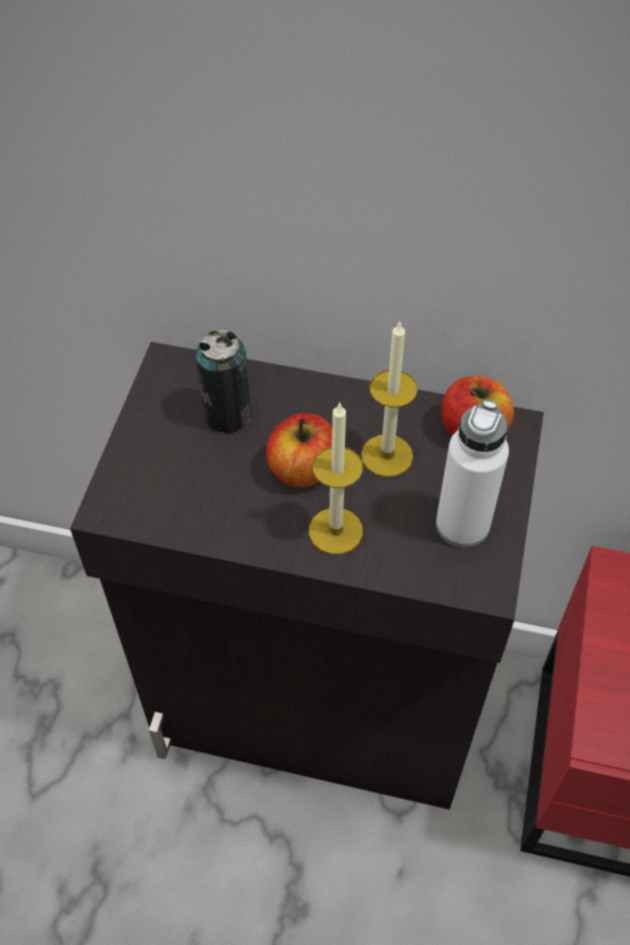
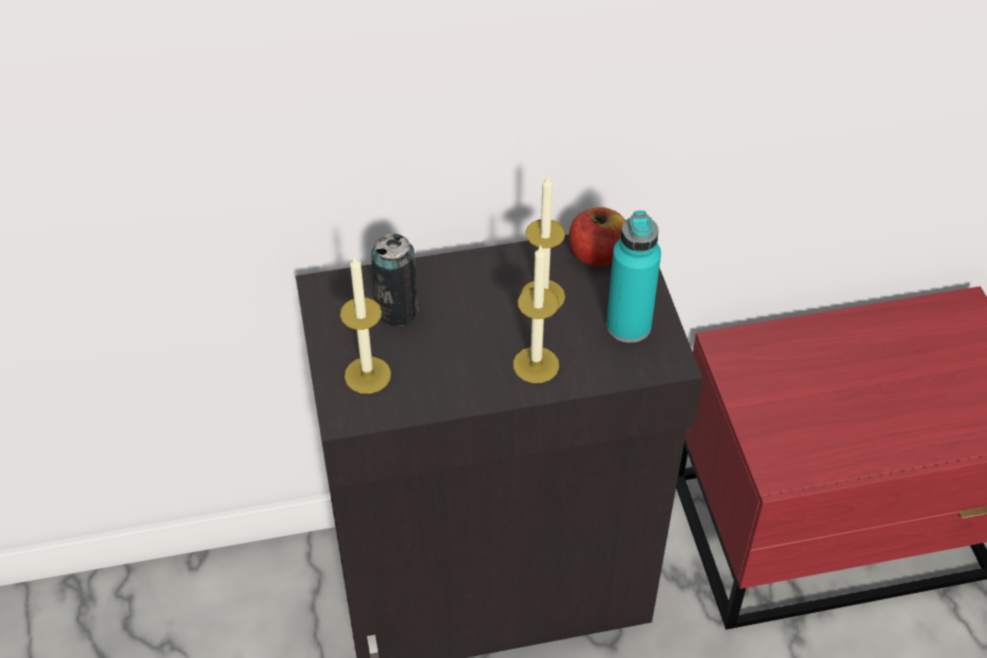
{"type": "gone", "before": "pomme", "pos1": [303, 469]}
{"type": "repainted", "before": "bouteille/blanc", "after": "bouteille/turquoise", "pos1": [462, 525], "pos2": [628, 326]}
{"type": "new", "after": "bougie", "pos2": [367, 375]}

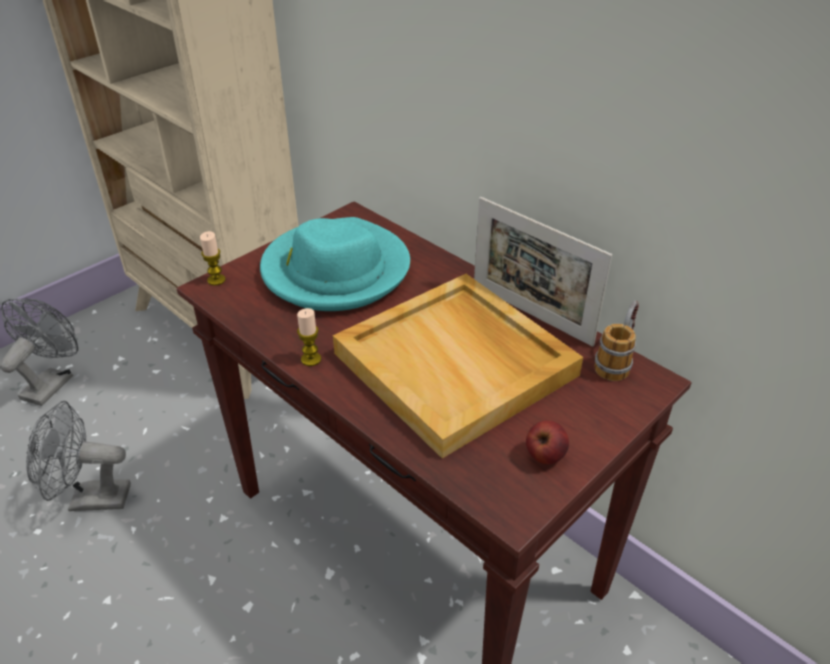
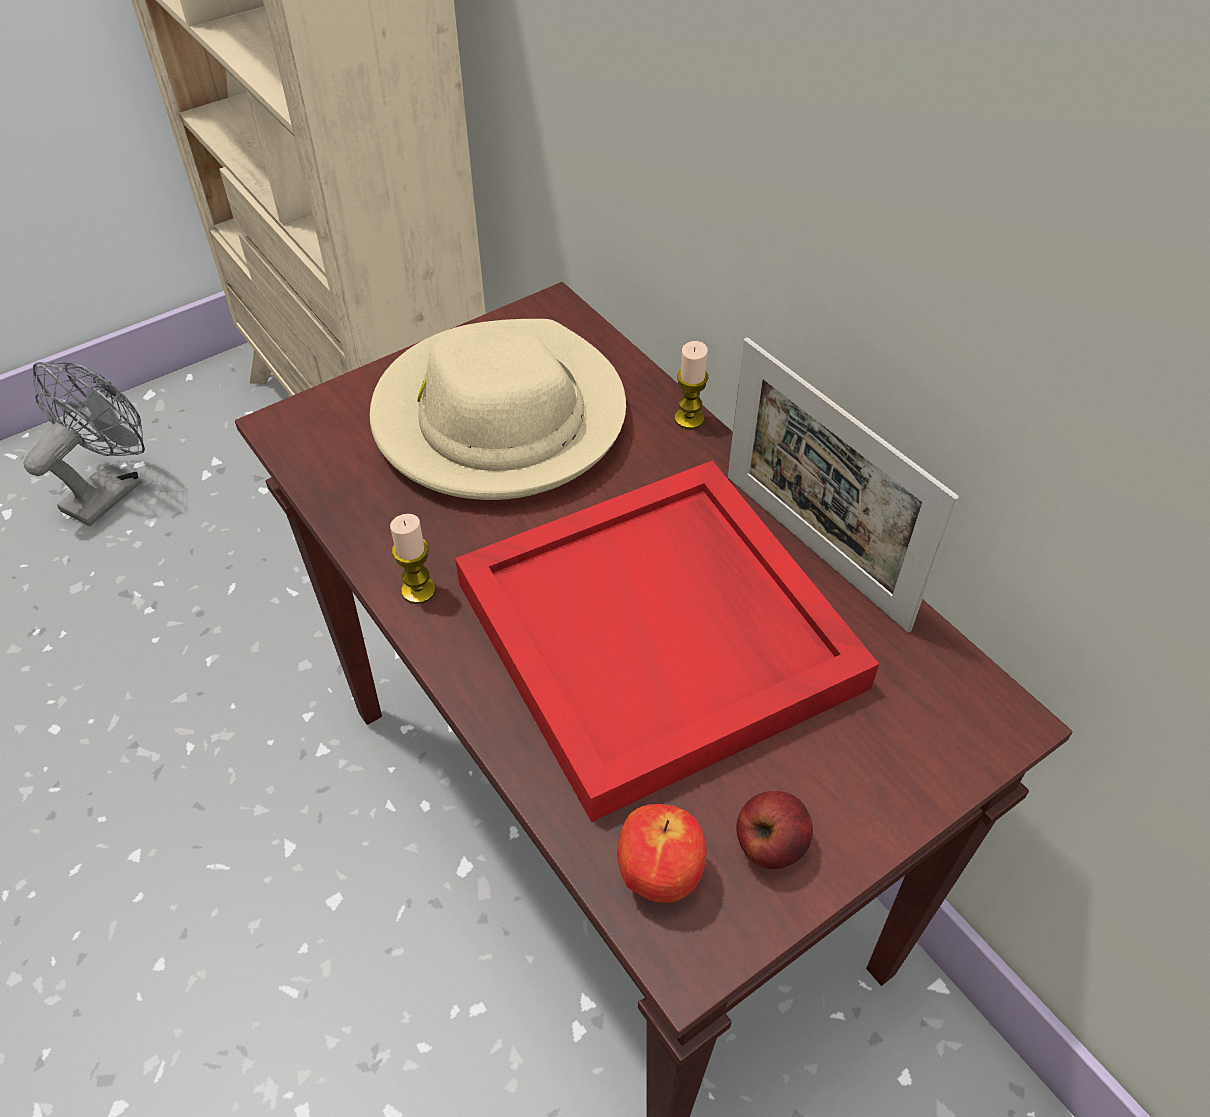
{"type": "gone", "before": "ventilateur/gris", "pos1": [90, 499]}
{"type": "shifted", "before": "bougie", "pos1": [216, 280], "pos2": [689, 419]}
{"type": "repainted", "before": "chapeau/turquoise", "after": "chapeau/beige", "pos1": [335, 270], "pos2": [499, 418]}
{"type": "repainted", "before": "plateau/beige", "after": "plateau/rouge", "pos1": [457, 364], "pos2": [661, 636]}
{"type": "gone", "before": "mug", "pos1": [616, 360]}
{"type": "new", "after": "pomme", "pos2": [658, 875]}

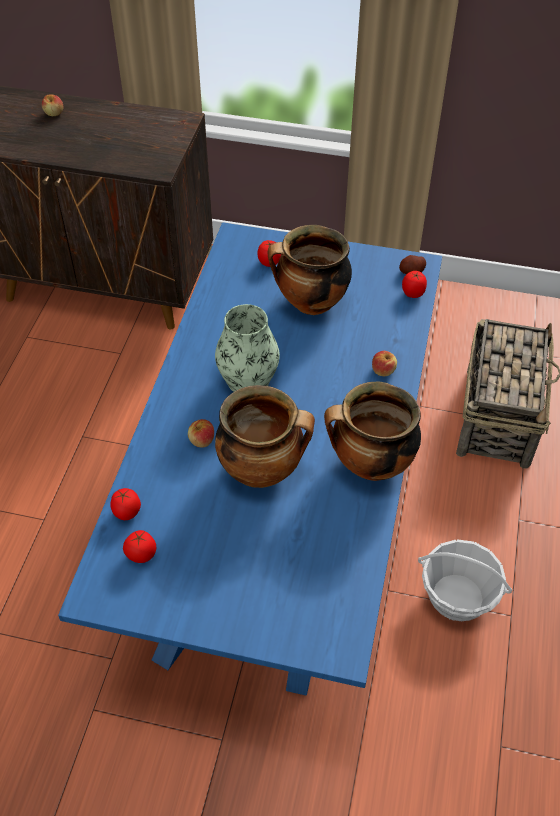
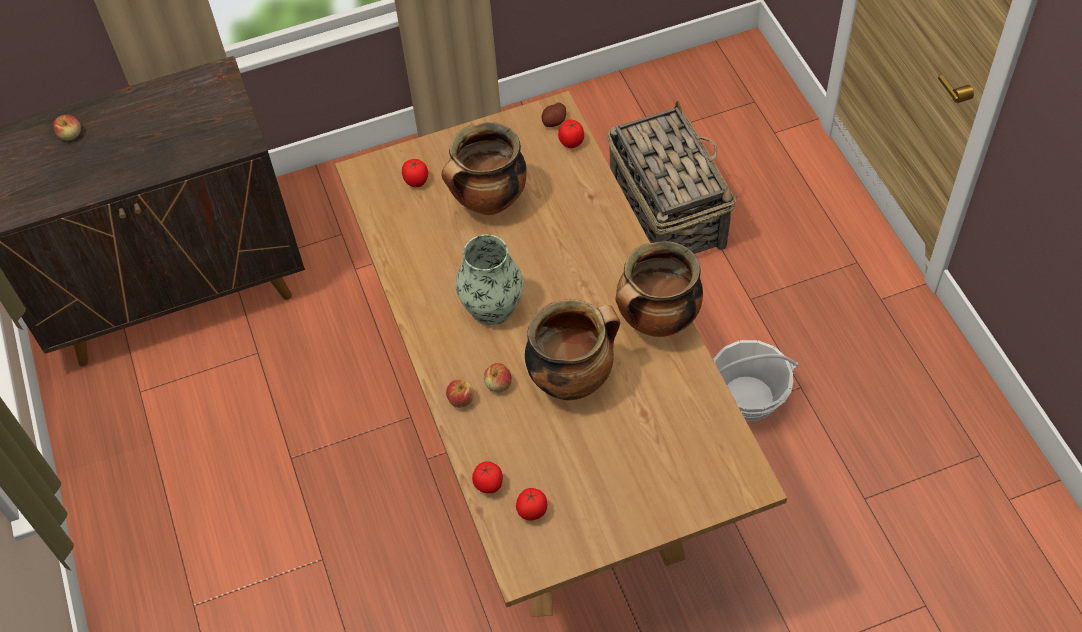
{"type": "repainted", "before": "table à manger/bleu", "after": "table à manger/marron", "pos1": [277, 524], "pos2": [547, 428]}
{"type": "shifted", "before": "pomme", "pos1": [383, 370], "pos2": [461, 399]}

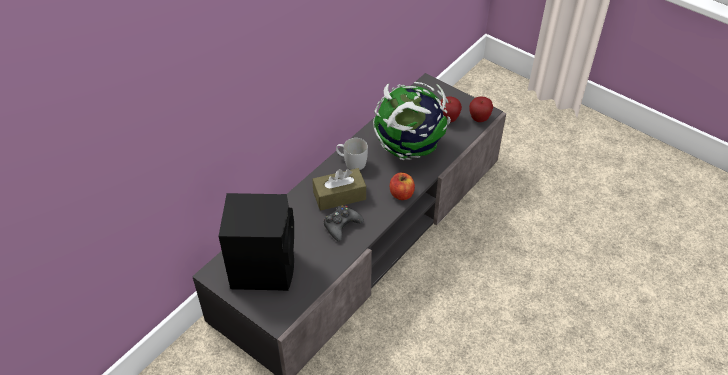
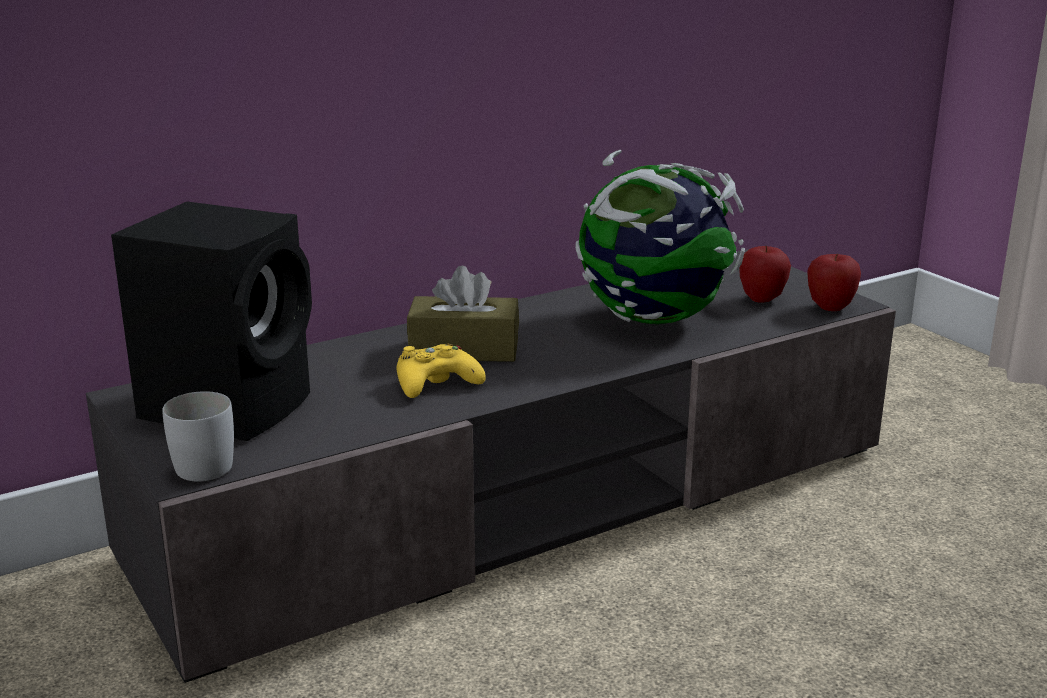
{"type": "repainted", "before": "manette/noir", "after": "manette/jaune", "pos1": [341, 225], "pos2": [436, 383]}
{"type": "shifted", "before": "mug/blanc", "pos1": [351, 162], "pos2": [197, 464]}
{"type": "gone", "before": "pomme", "pos1": [401, 194]}

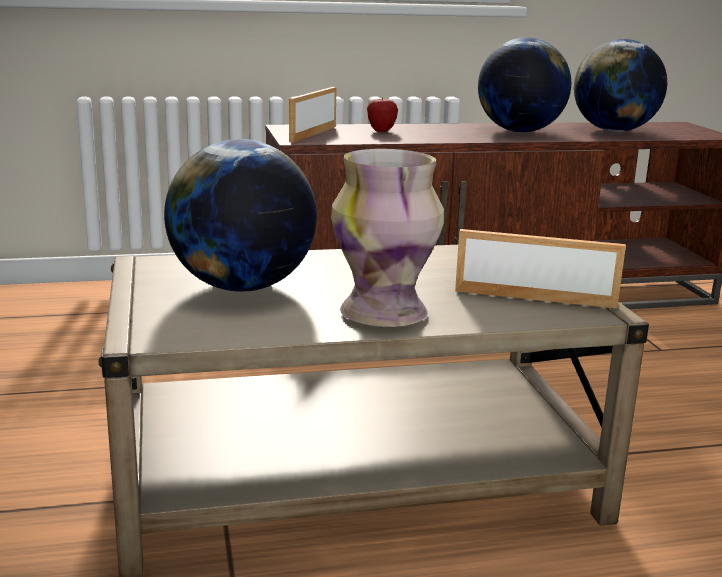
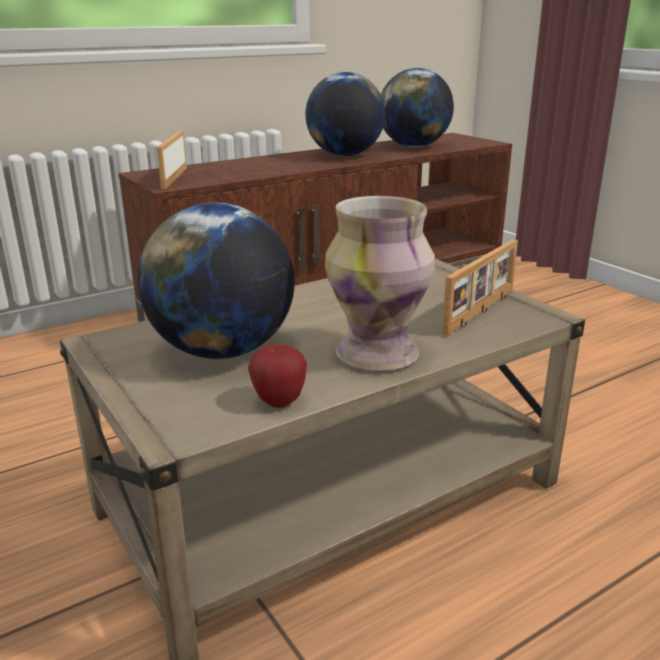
{"type": "shifted", "before": "pomme", "pos1": [381, 131], "pos2": [279, 402]}
{"type": "rotated", "before": "cadre photo", "pos1": [535, 298], "pos2": [481, 311], "turn": 135}

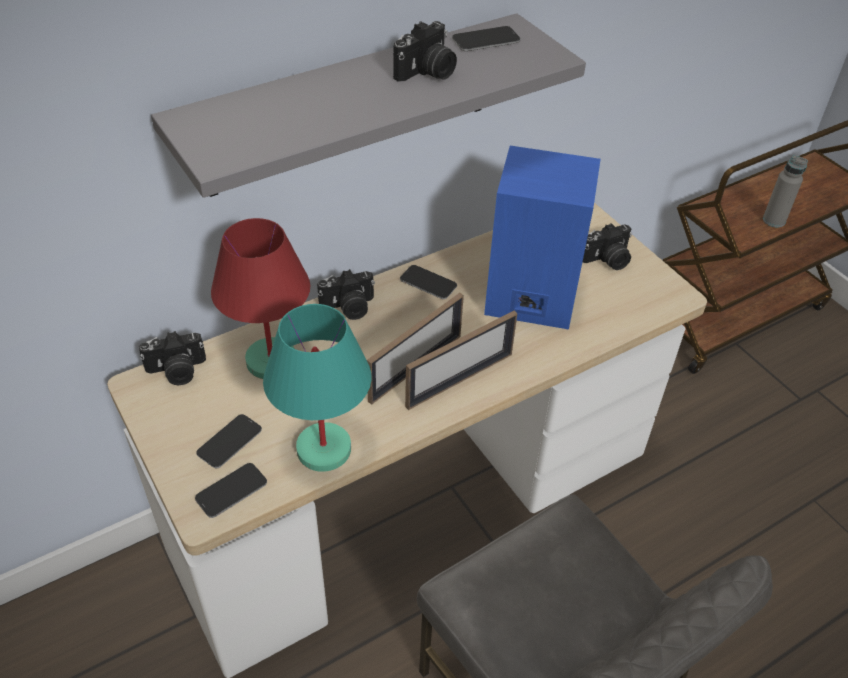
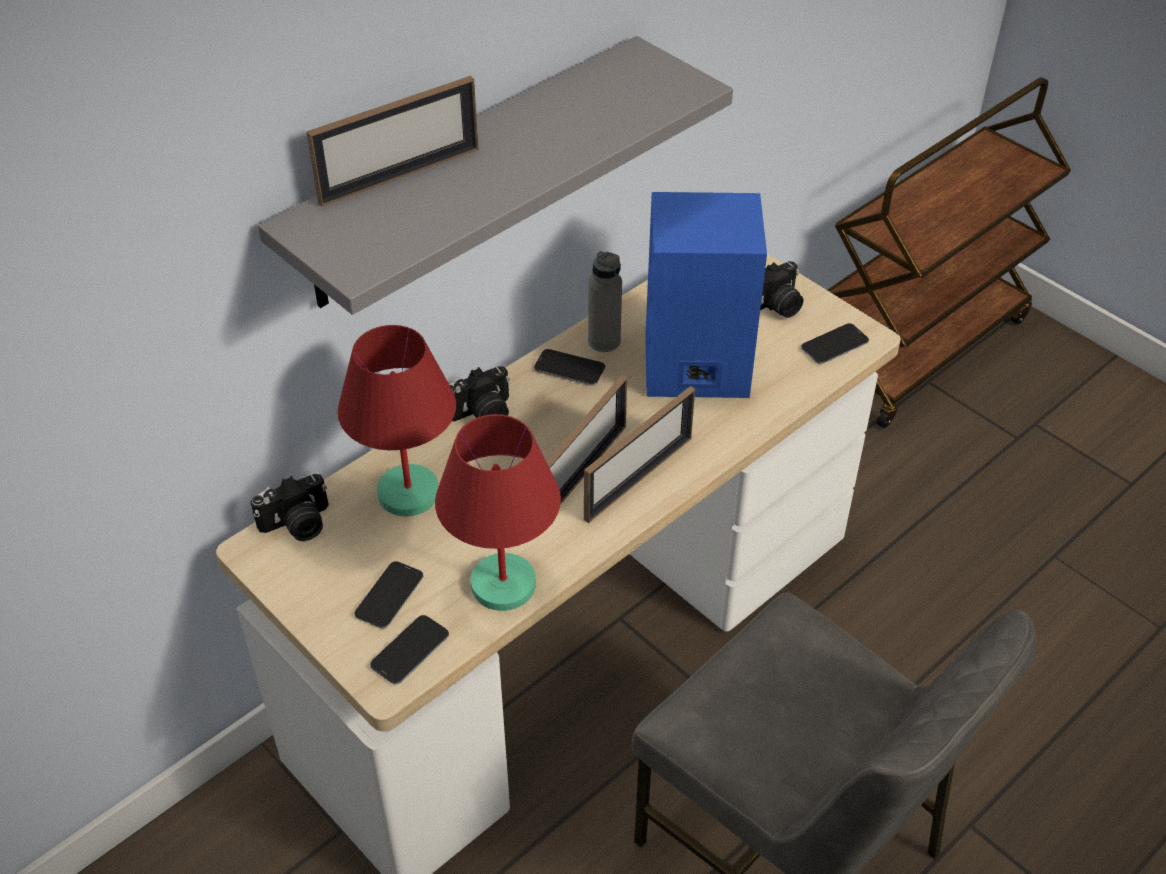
{"type": "repainted", "before": "lampe de table/turquoise", "after": "lampe de table/rouge", "pos1": [323, 448], "pos2": [503, 583]}
{"type": "gone", "before": "appareil photo", "pos1": [427, 73]}
{"type": "shifted", "before": "téléphone", "pos1": [486, 40], "pos2": [834, 345]}
{"type": "shifted", "before": "bouteille/gris", "pos1": [774, 220], "pos2": [604, 341]}
{"type": "new", "after": "cadre photo", "pos2": [400, 175]}

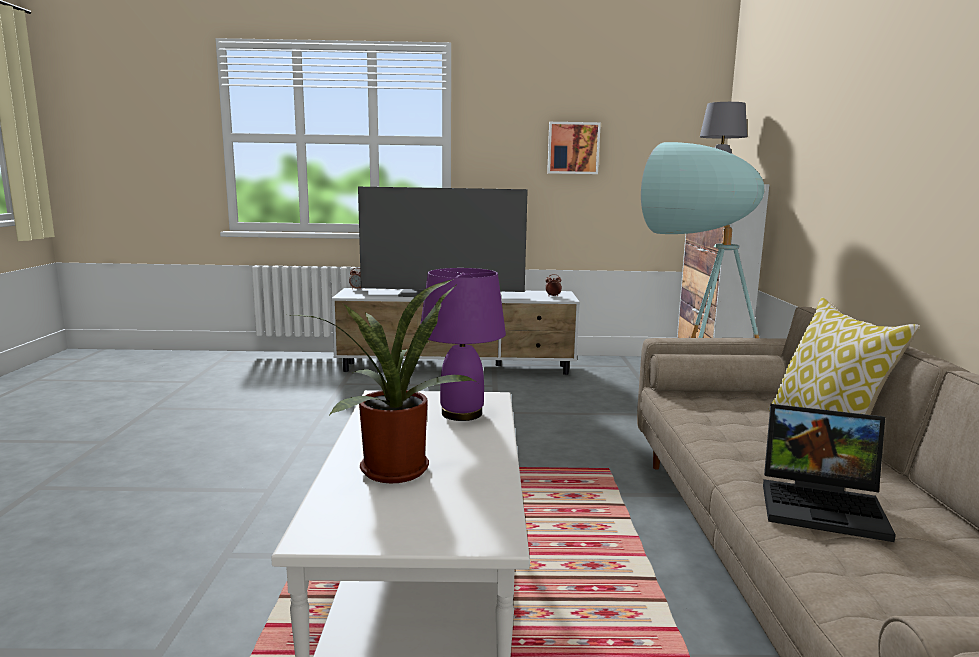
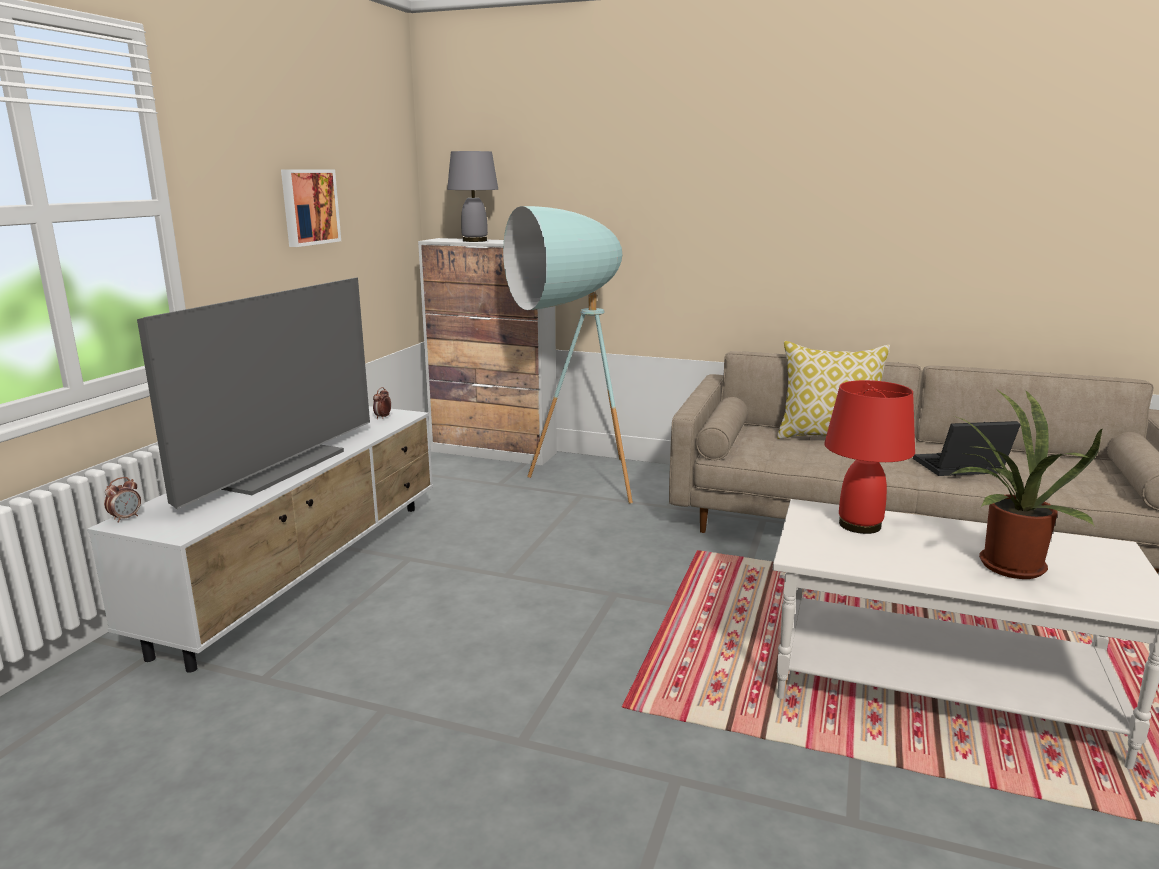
{"type": "repainted", "before": "lampe de table/violet", "after": "lampe de table/rouge", "pos1": [462, 413], "pos2": [859, 525]}
{"type": "rotated", "before": "ordinateur portable", "pos1": [824, 506], "pos2": [959, 468], "turn": -135}

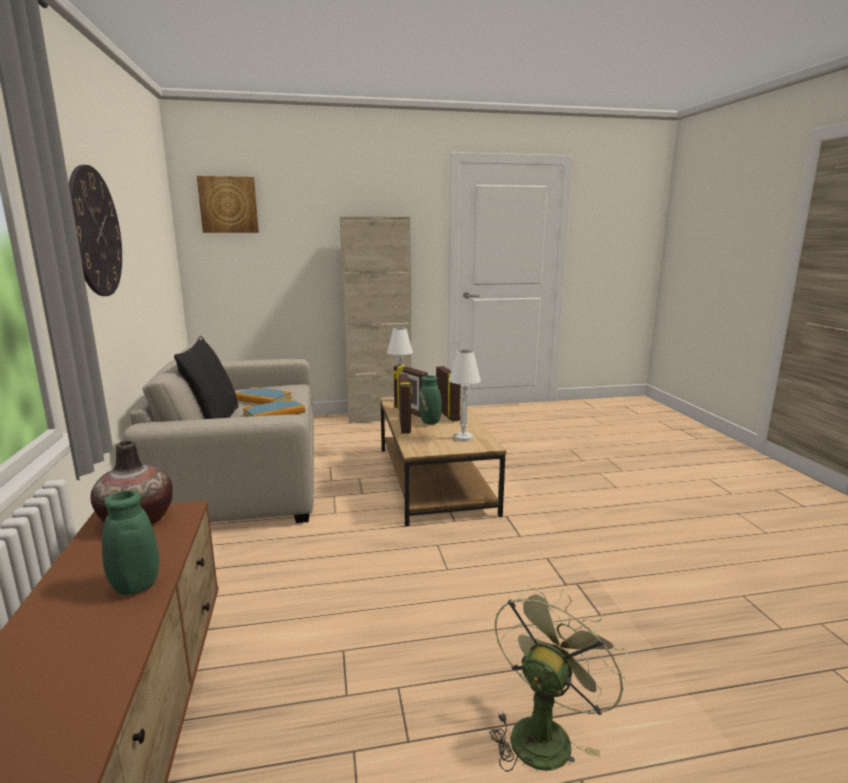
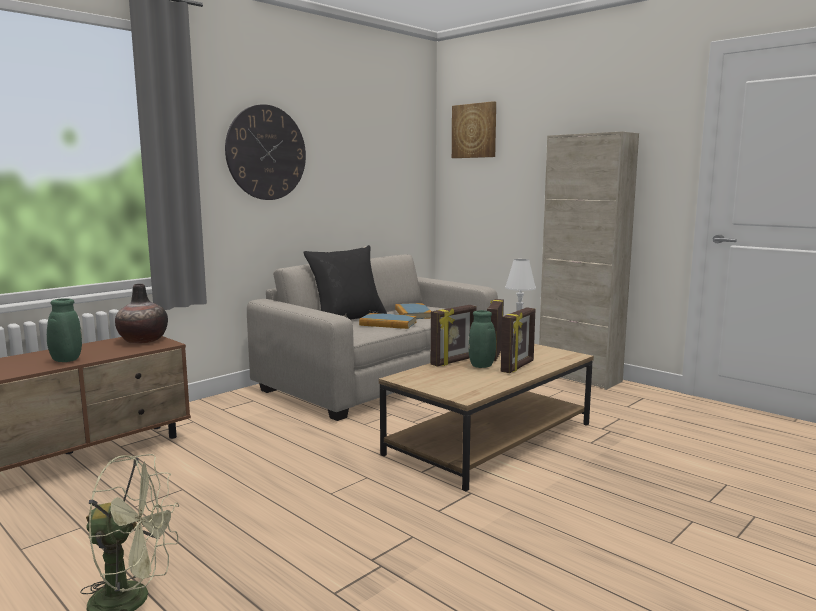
{"type": "gone", "before": "lampe de table/blanc", "pos1": [463, 438]}

